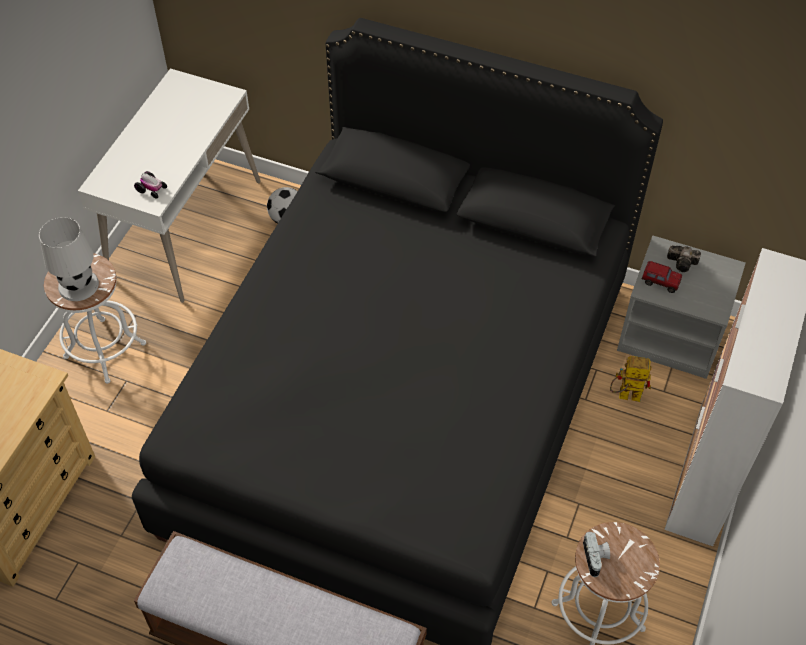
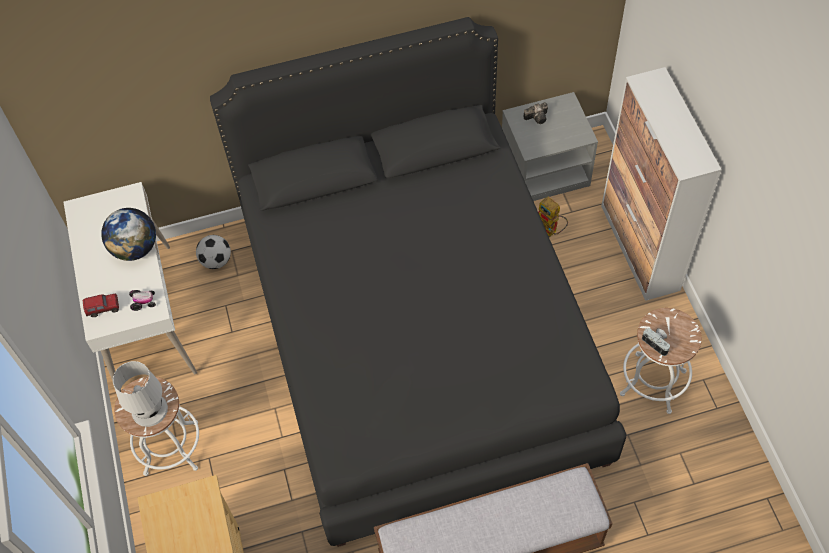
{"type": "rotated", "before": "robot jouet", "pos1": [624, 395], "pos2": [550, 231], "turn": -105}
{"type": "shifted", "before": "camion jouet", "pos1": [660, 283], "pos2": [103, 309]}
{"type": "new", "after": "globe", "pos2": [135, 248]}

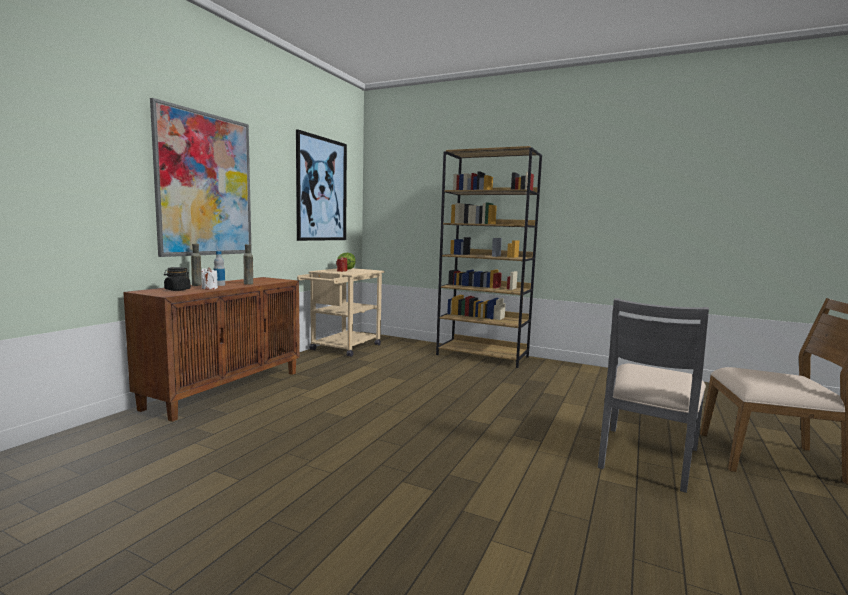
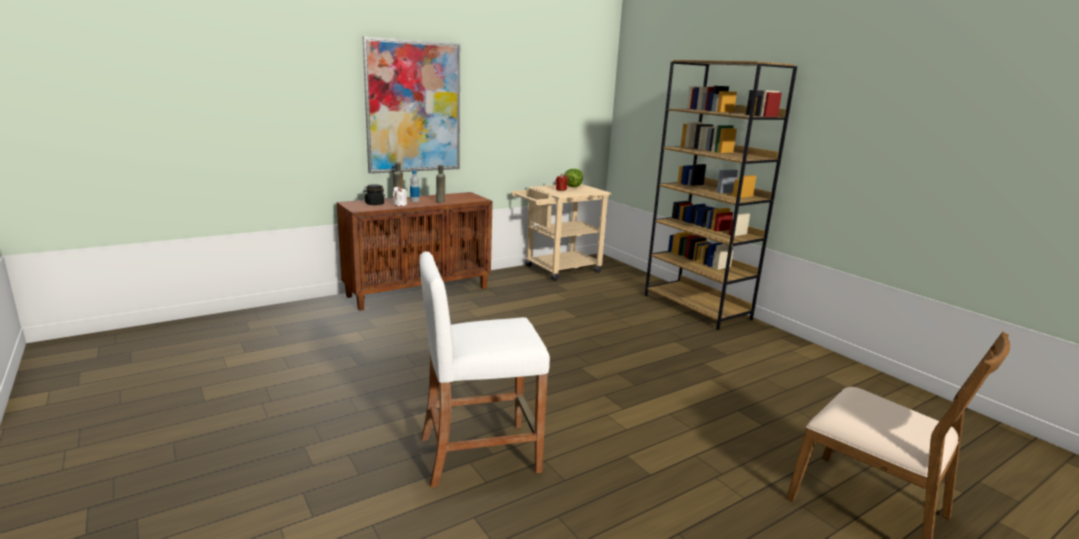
{"type": "gone", "before": "tableau", "pos1": [321, 189]}
{"type": "gone", "before": "chaise/gris", "pos1": [646, 457]}
{"type": "new", "after": "tabouret/blanc", "pos2": [479, 453]}

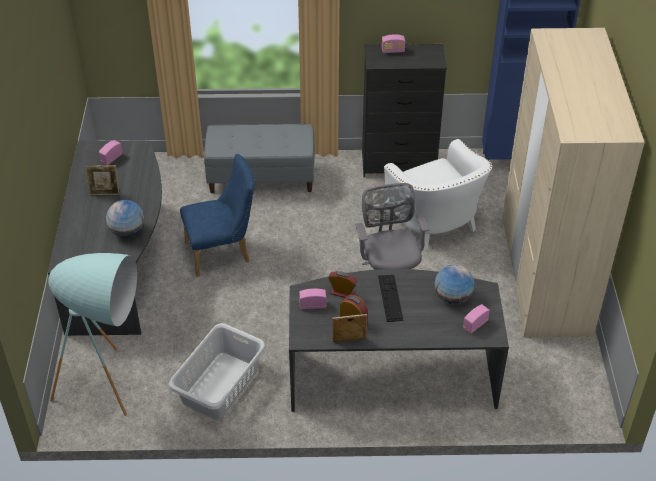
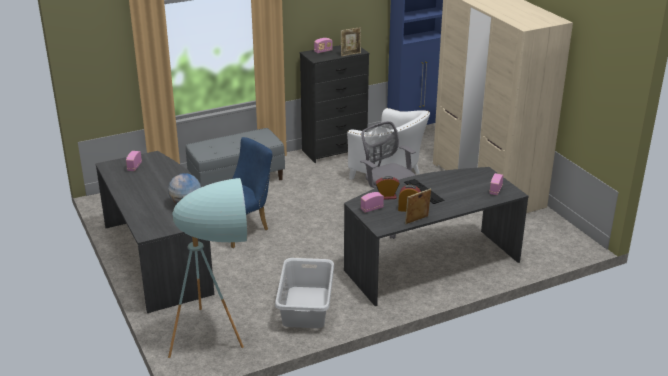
{"type": "shifted", "before": "cadre photo", "pos1": [105, 193], "pos2": [350, 54]}
{"type": "gone", "before": "globe", "pos1": [452, 297]}

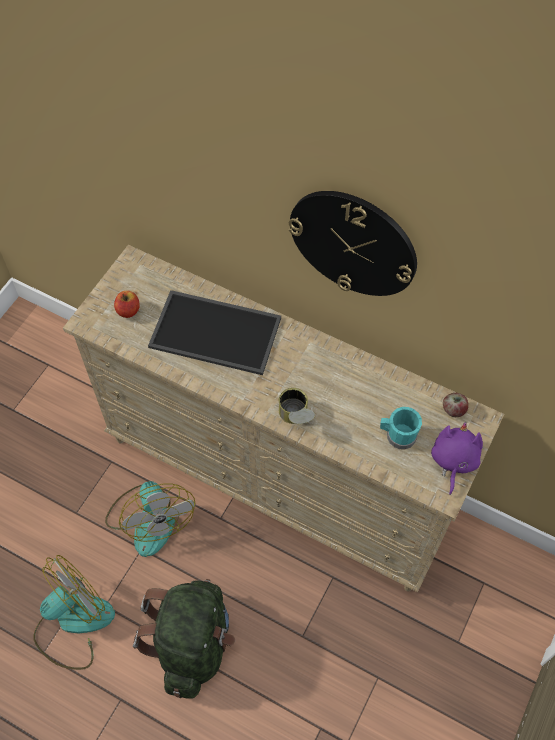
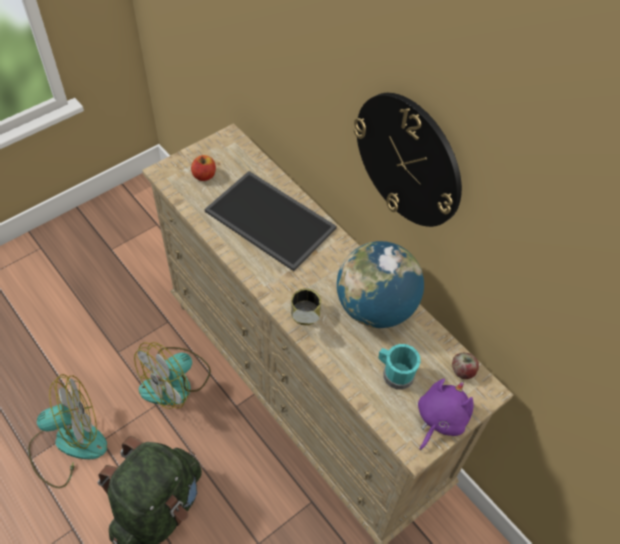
{"type": "rotated", "before": "ventilateur", "pos1": [150, 518], "pos2": [176, 382], "turn": 45}
{"type": "new", "after": "globe", "pos2": [375, 308]}

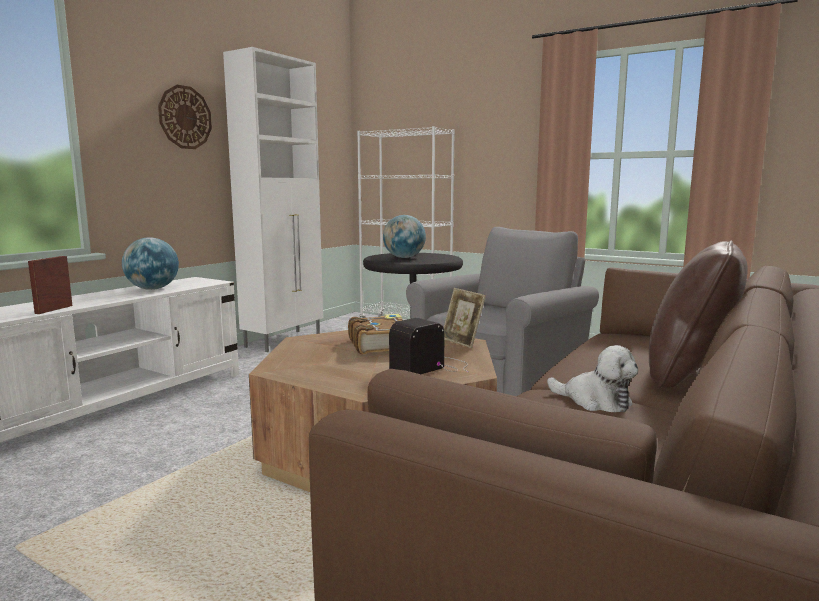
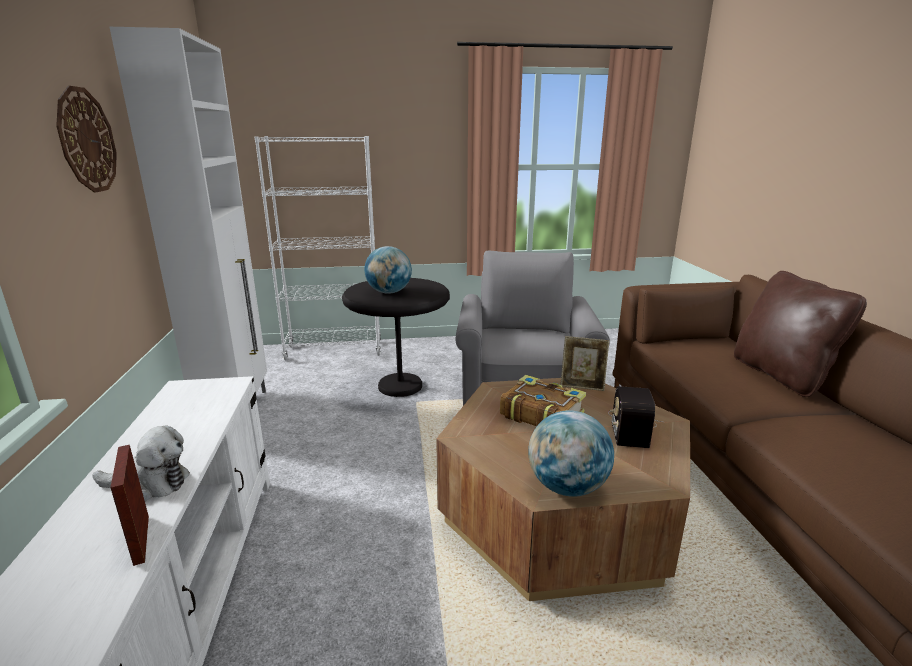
{"type": "shifted", "before": "globe", "pos1": [152, 289], "pos2": [567, 487]}
{"type": "shifted", "before": "peluche", "pos1": [595, 401], "pos2": [149, 484]}

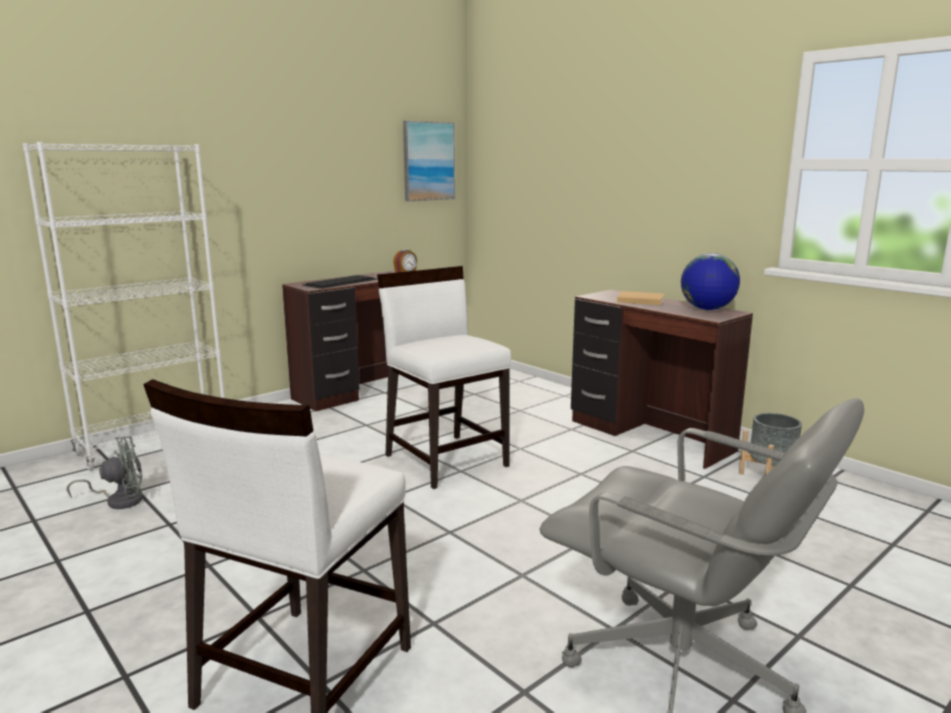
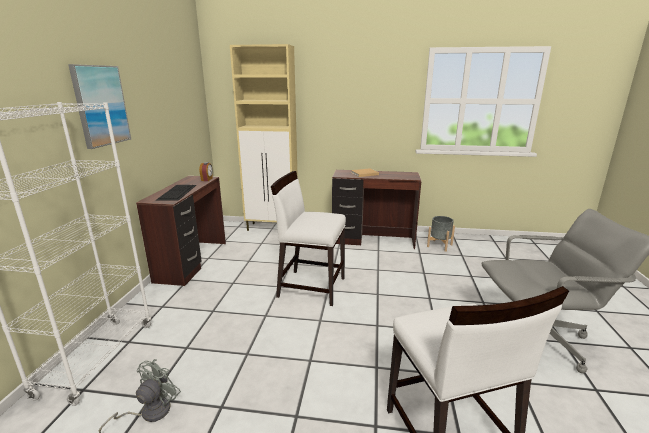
{"type": "shifted", "before": "tableau", "pos1": [428, 161], "pos2": [100, 105]}
{"type": "gone", "before": "globe", "pos1": [707, 309]}
{"type": "new", "after": "meuble de rangement/beige", "pos2": [273, 228]}

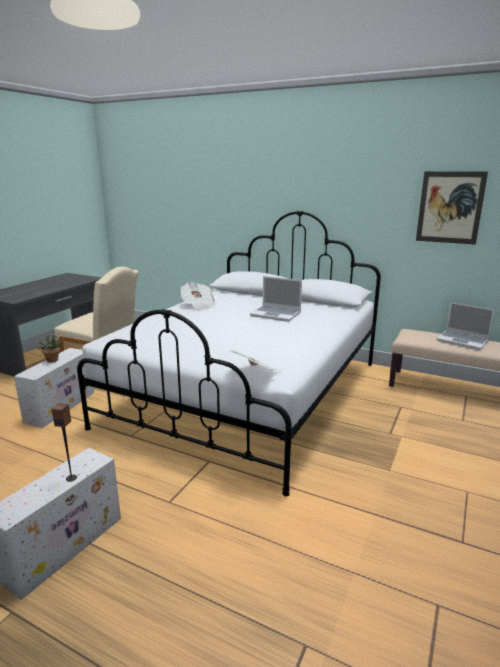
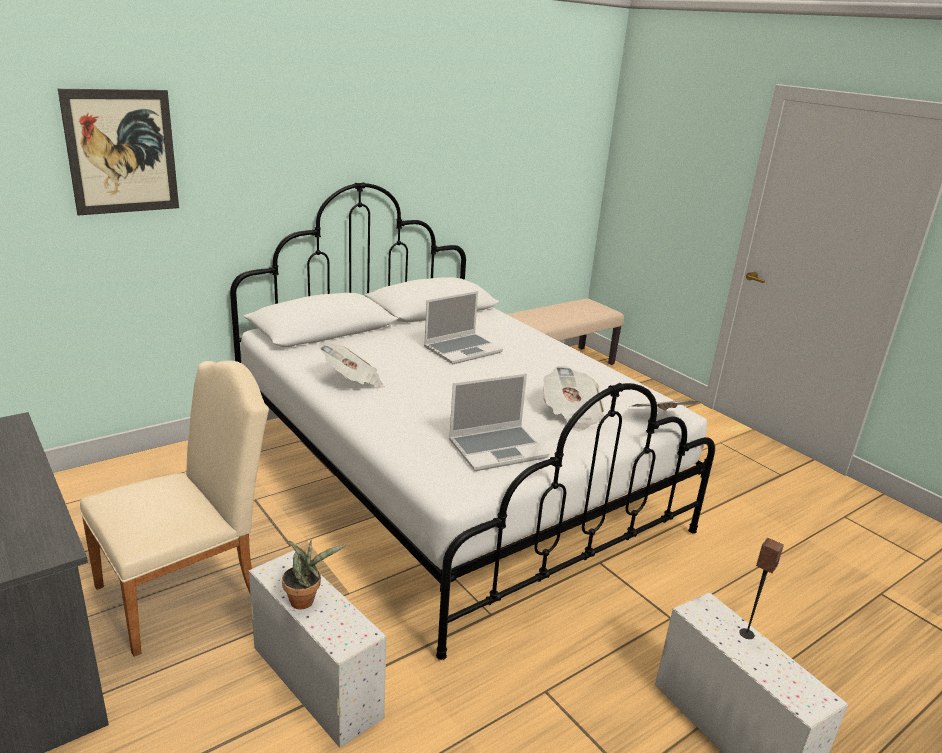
{"type": "shifted", "before": "tableau", "pos1": [450, 207], "pos2": [122, 152]}
{"type": "shifted", "before": "ordinateur portable", "pos1": [463, 341], "pos2": [498, 448]}
{"type": "new", "after": "journal", "pos2": [571, 414]}

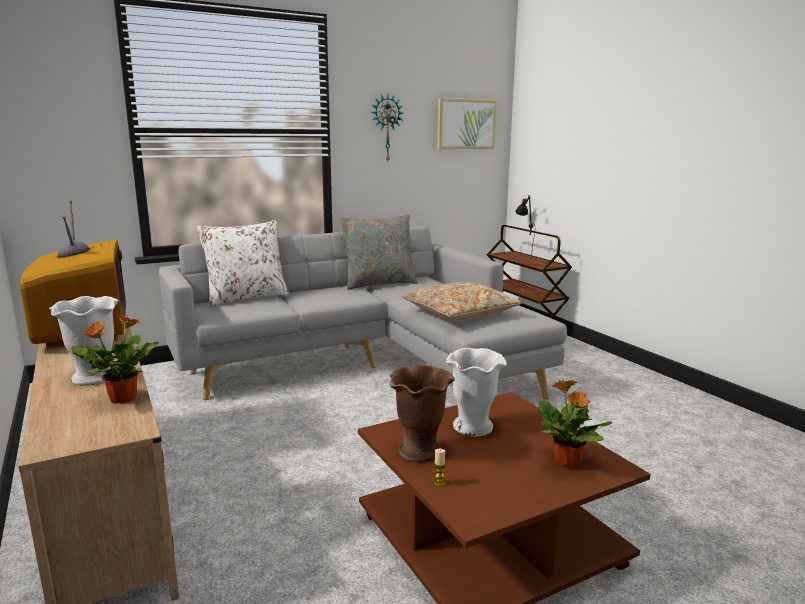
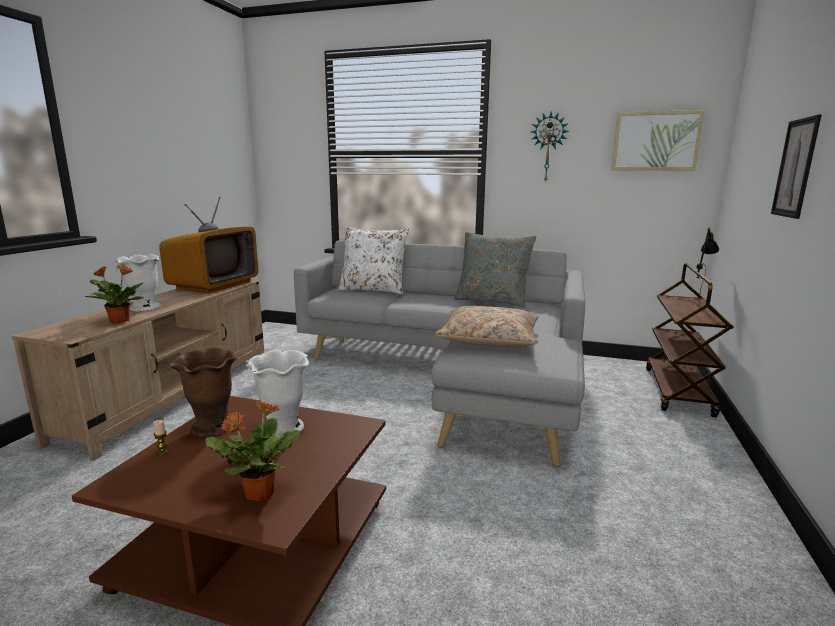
{"type": "new", "after": "tableau", "pos2": [795, 168]}

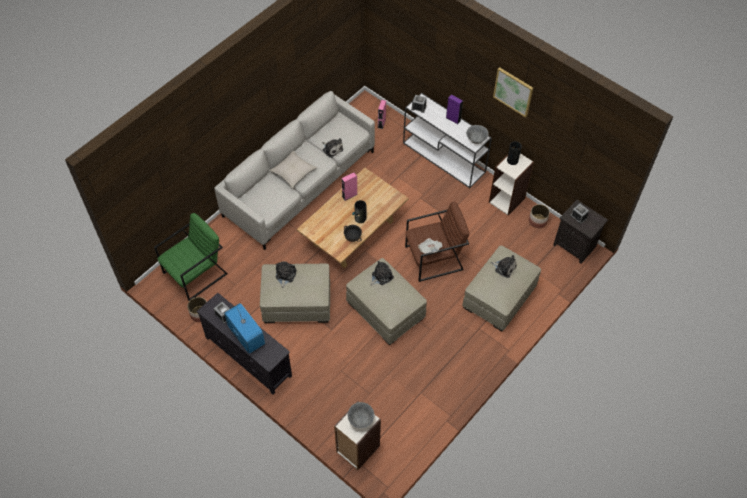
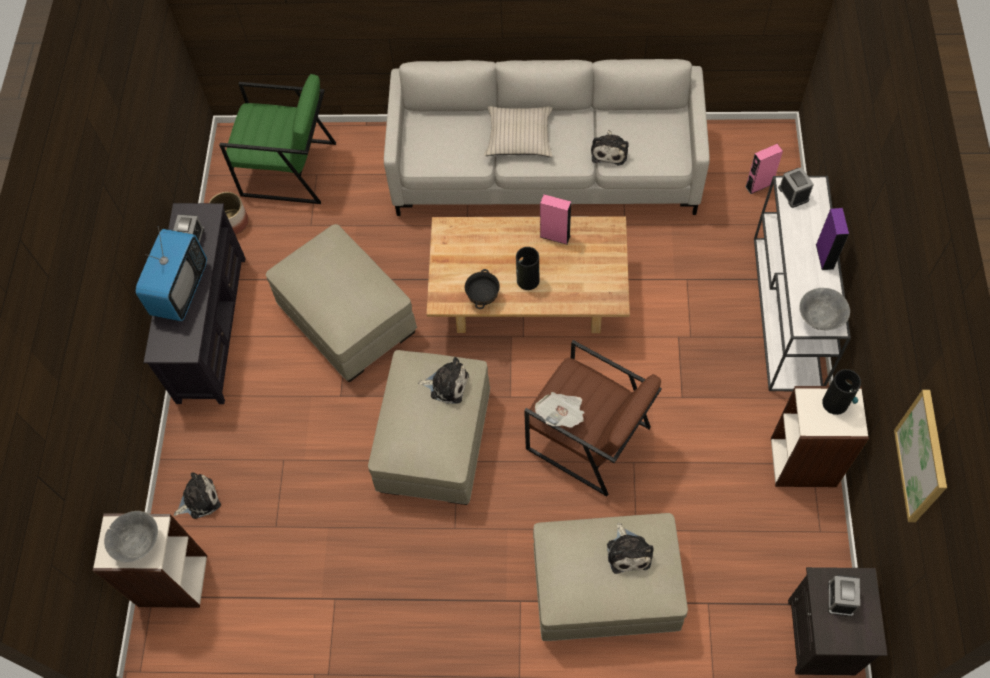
{"type": "shifted", "before": "peluche", "pos1": [285, 275], "pos2": [199, 500]}
{"type": "shifted", "before": "tableau", "pos1": [513, 91], "pos2": [922, 457]}
{"type": "gone", "before": "cache-pot", "pos1": [537, 221]}

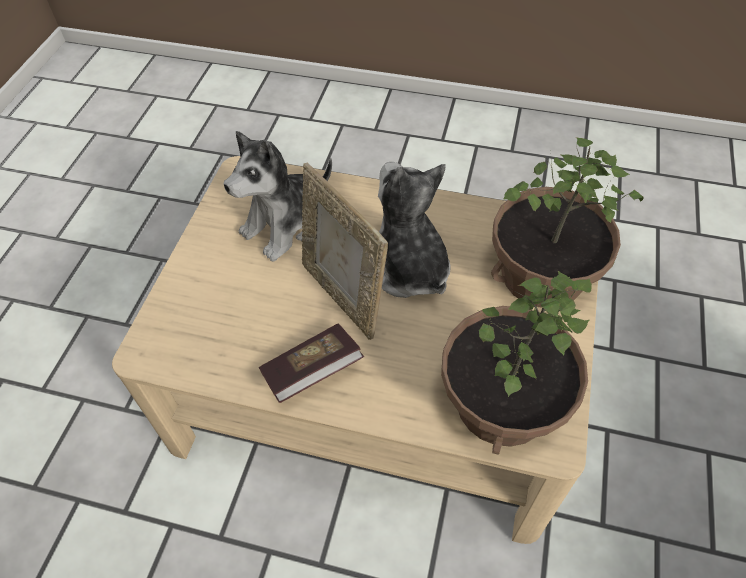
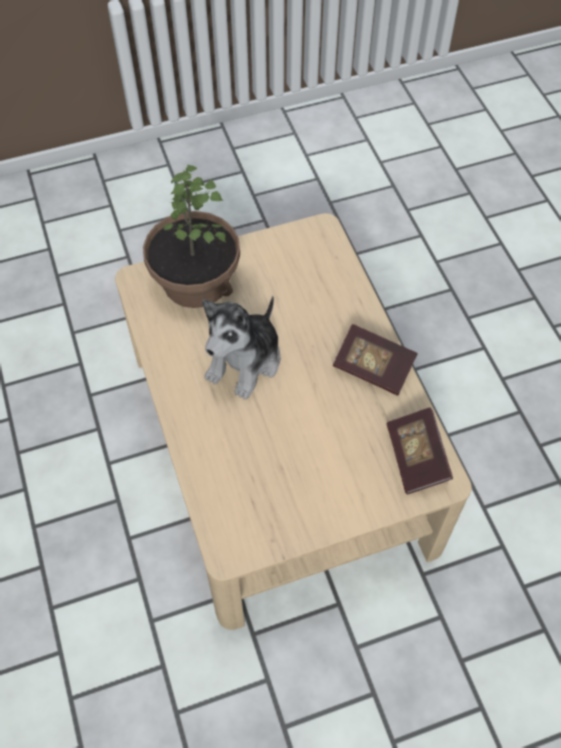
{"type": "gone", "before": "peluche", "pos1": [289, 225]}
{"type": "gone", "before": "cadre photo", "pos1": [343, 296]}
{"type": "gone", "before": "plante en pot", "pos1": [501, 402]}
{"type": "new", "after": "livre", "pos2": [416, 458]}

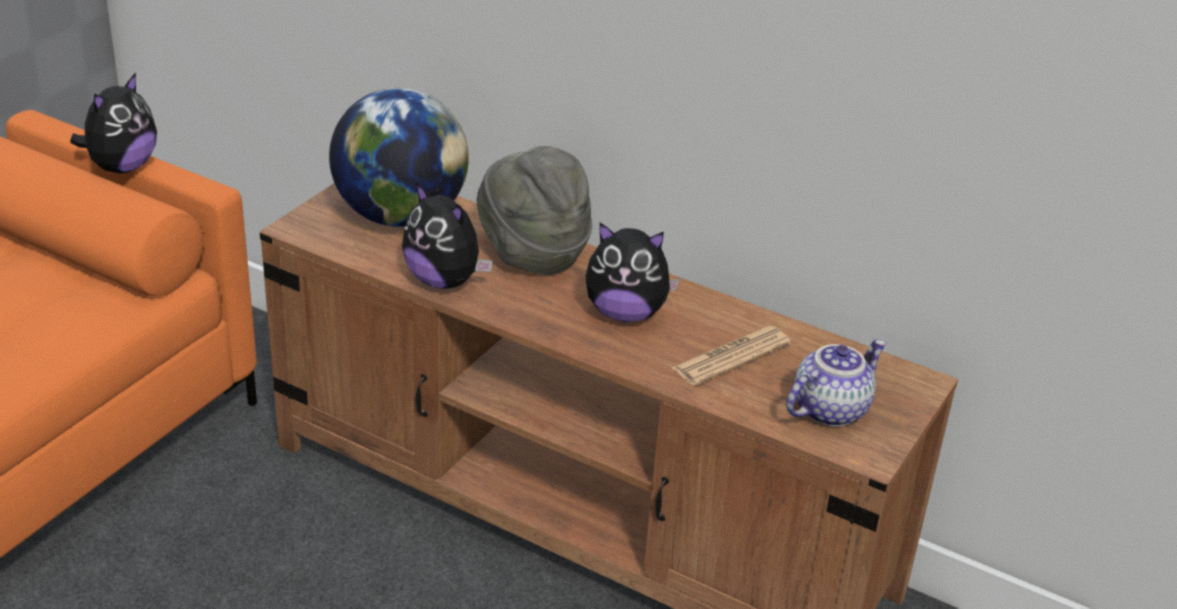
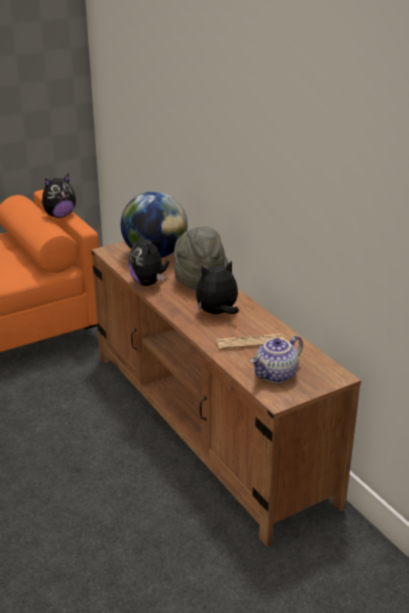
{"type": "rotated", "before": "peluche", "pos1": [626, 313], "pos2": [217, 313], "turn": 120}
{"type": "rotated", "before": "théière", "pos1": [829, 409], "pos2": [276, 375], "turn": 150}

